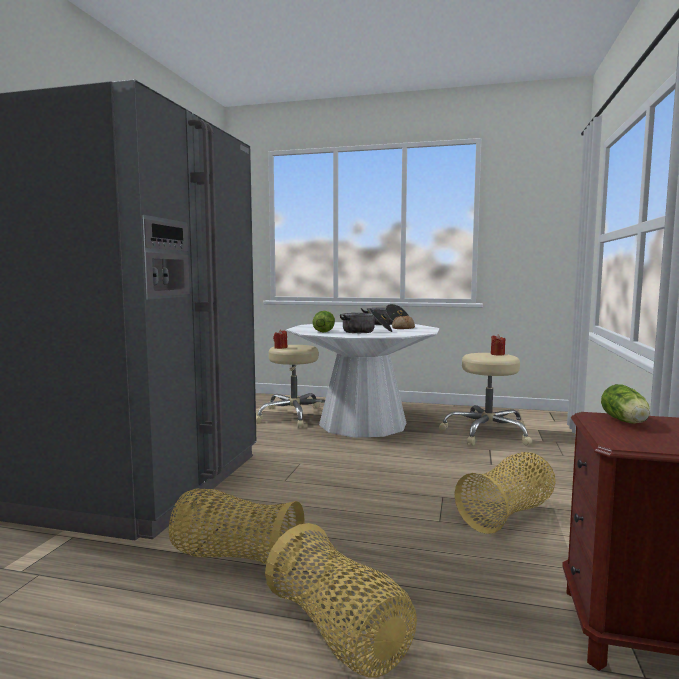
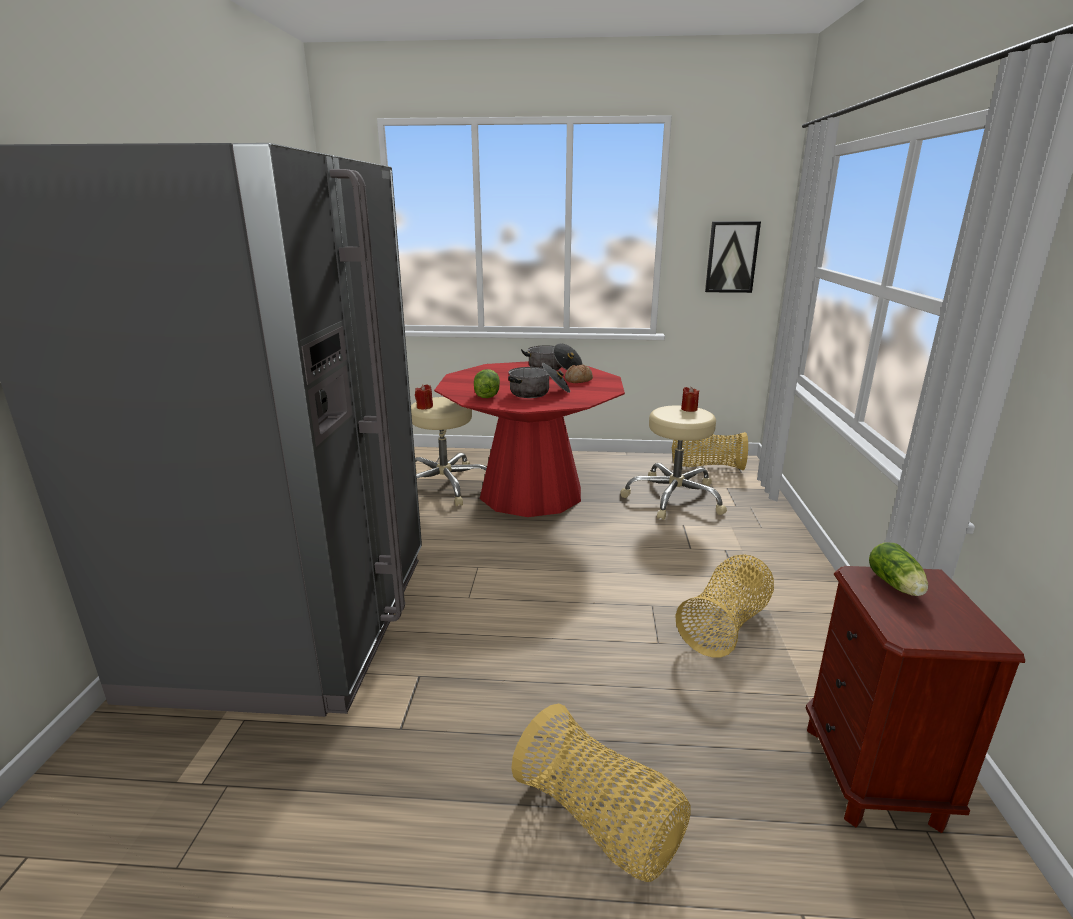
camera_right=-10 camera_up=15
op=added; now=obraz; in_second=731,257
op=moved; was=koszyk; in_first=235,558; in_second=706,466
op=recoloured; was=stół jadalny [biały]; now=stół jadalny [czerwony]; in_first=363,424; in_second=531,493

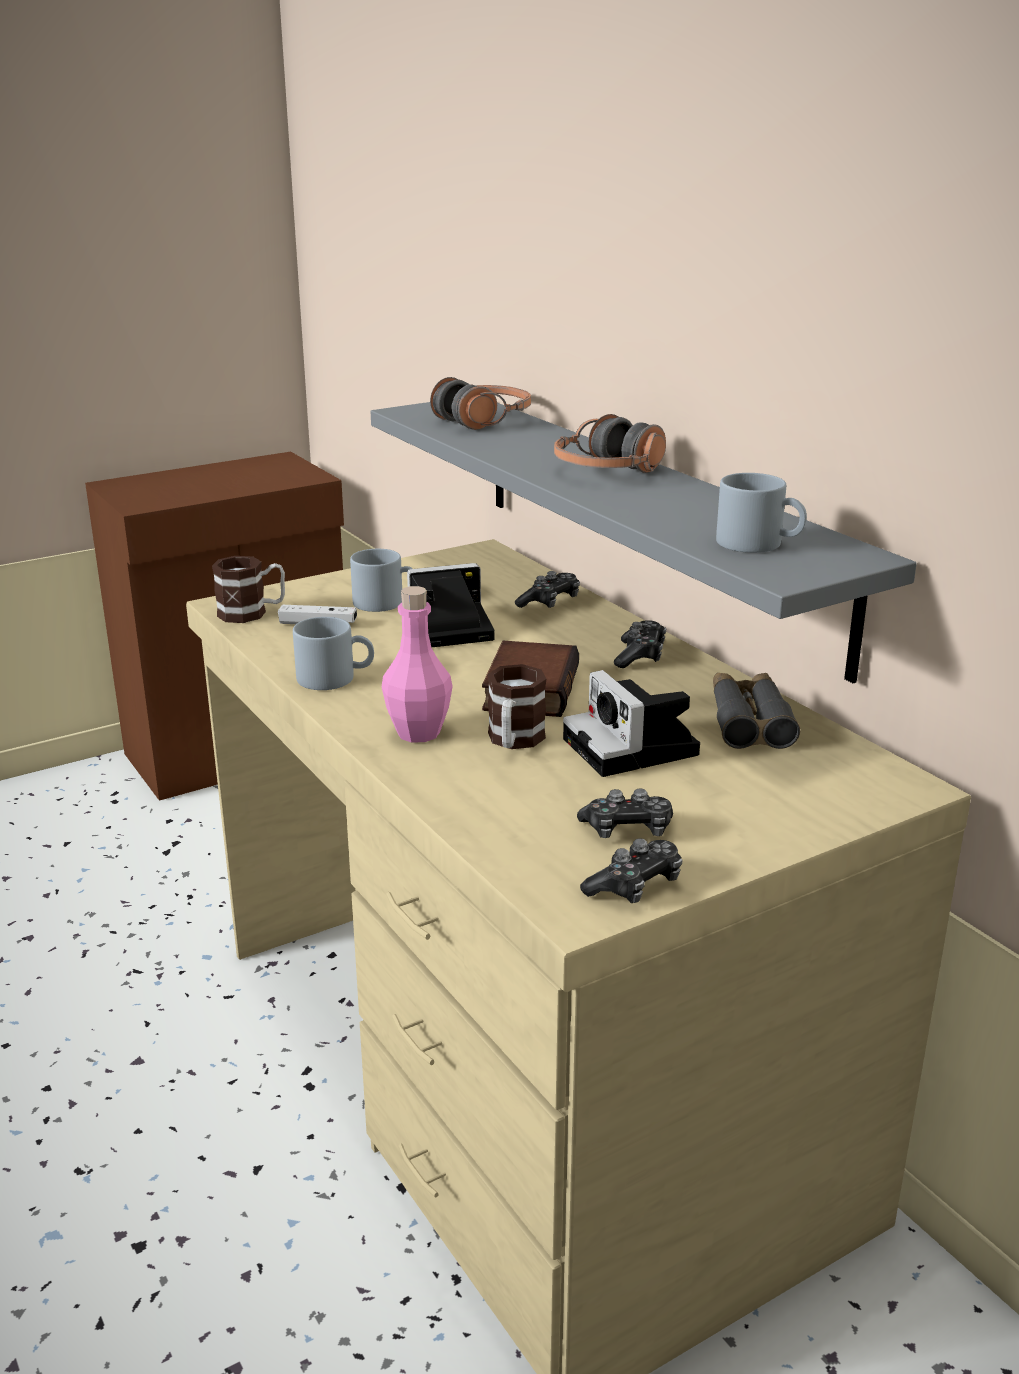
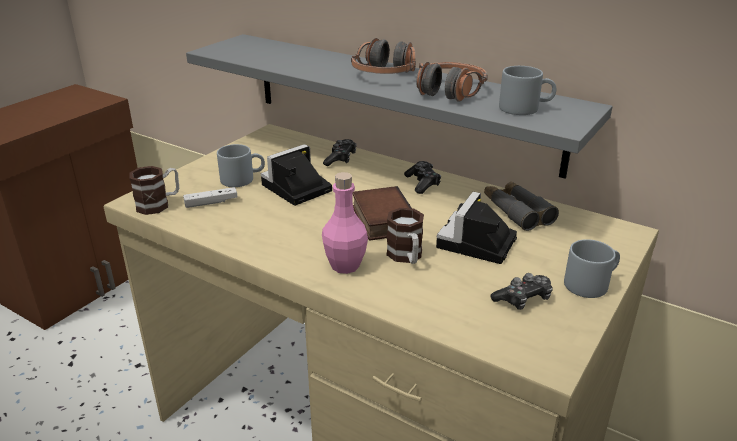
camera_right=-25 camera_up=5
op=removed; was=pad do gier; in_first=635,885
op=moved; was=kubek [szary]; in_first=335,678; in_second=591,283
op=moved; was=słuchawki; in_first=483,420; in_second=449,91
op=turned; was=aparat fotograficzny; in_first=634,749; in_second=476,244; clockwise=75

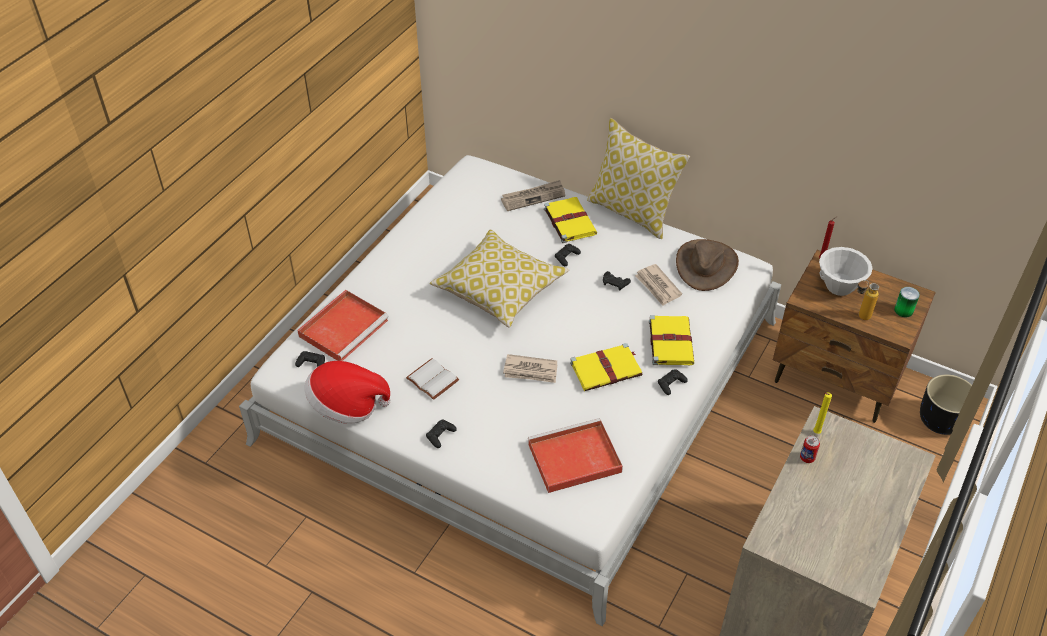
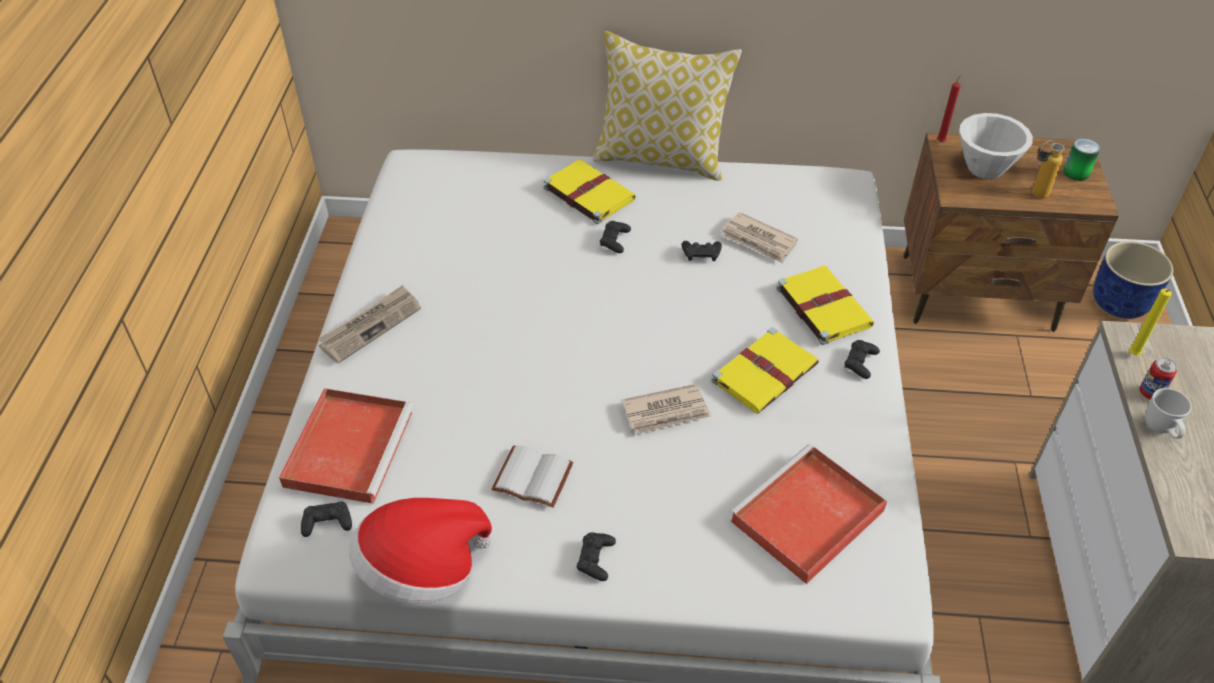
camera_right=-25 camera_up=0
op=removed; was=poduszka; in_first=500,289
op=removed; was=kapelusz [brązowy]; in_first=706,265
op=added; now=kubek [biały]; in_second=1161,431
op=moved; was=gazeta; in_first=533,197; in_second=370,326
op=recoloured; was=donica [czarny]; now=donica [niebieski]; in_first=941,421; in_second=1120,303

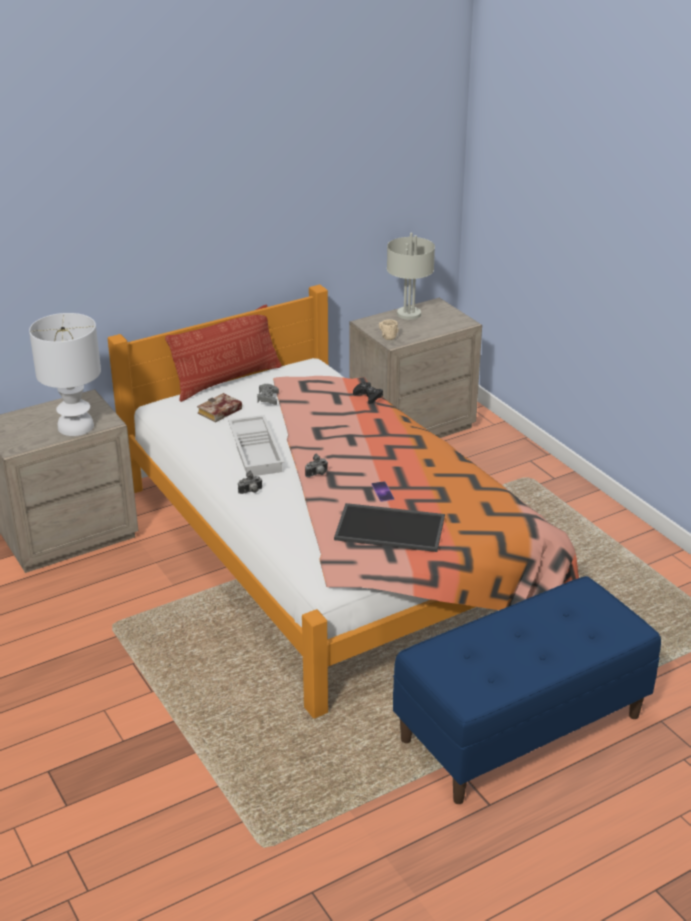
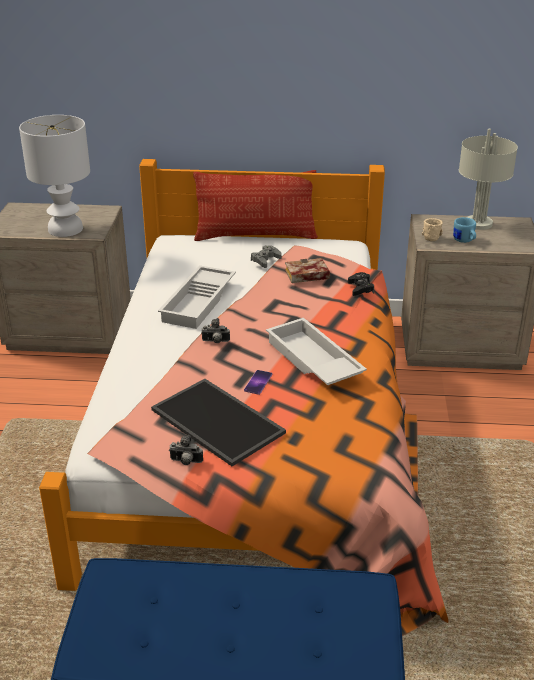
camera_right=35 camera_up=0
op=added; now=taca [biały]; in_second=312,361
op=added; now=kubek [niebieski]; in_second=464,241
op=moved; was=książka; in_first=219,412; in_second=305,276
op=moved; was=aparat fotograficzny; in_first=251,492; in_second=185,462

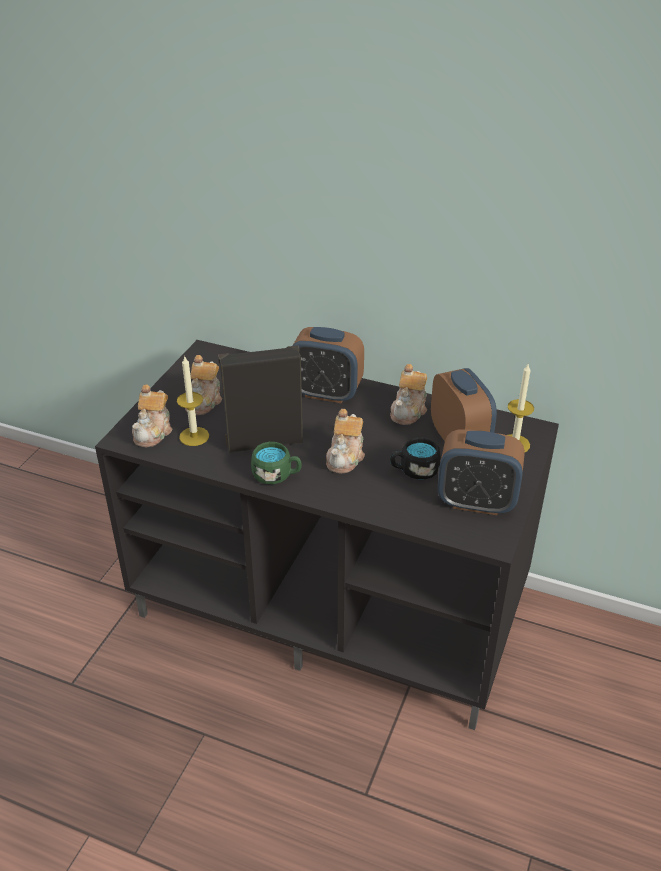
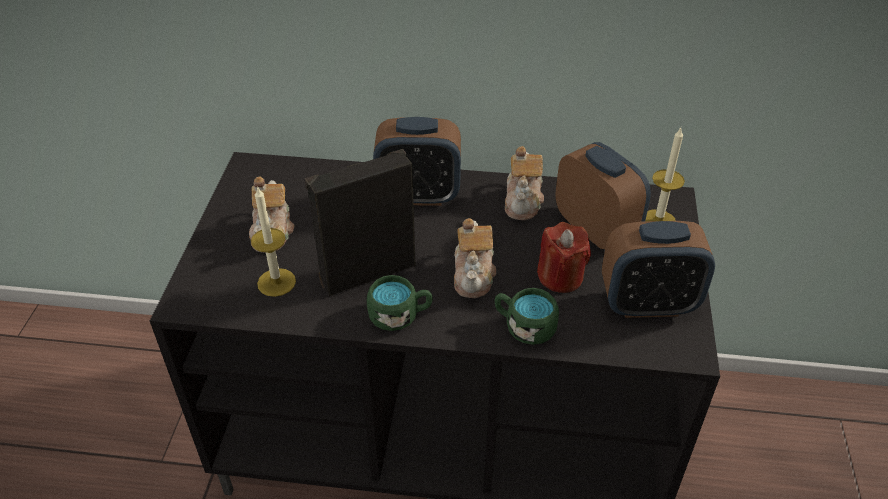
camera_right=-15 camera_up=5
op=removed; was=imbryk; in_first=154,432
op=added; now=kubek [zielony]; in_second=524,326
op=replaced; was=kubek [czarny]; now=świeca [czerwony]; in_first=414,470; in_second=560,277

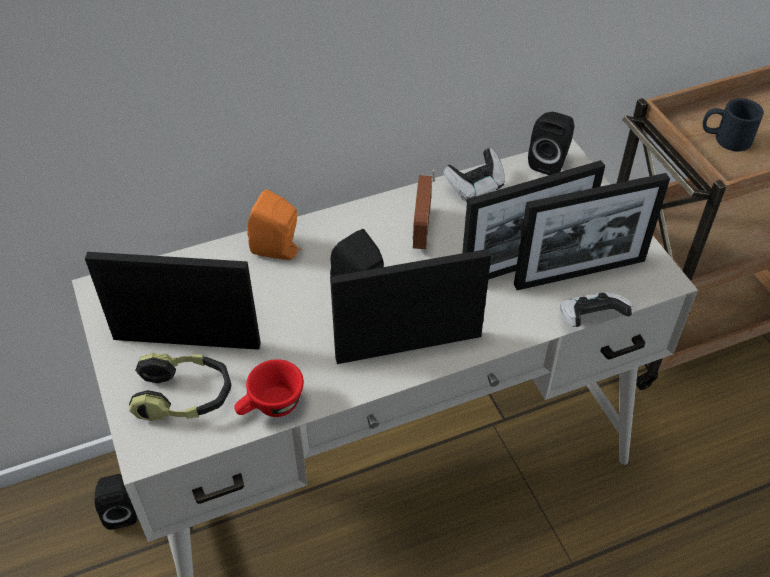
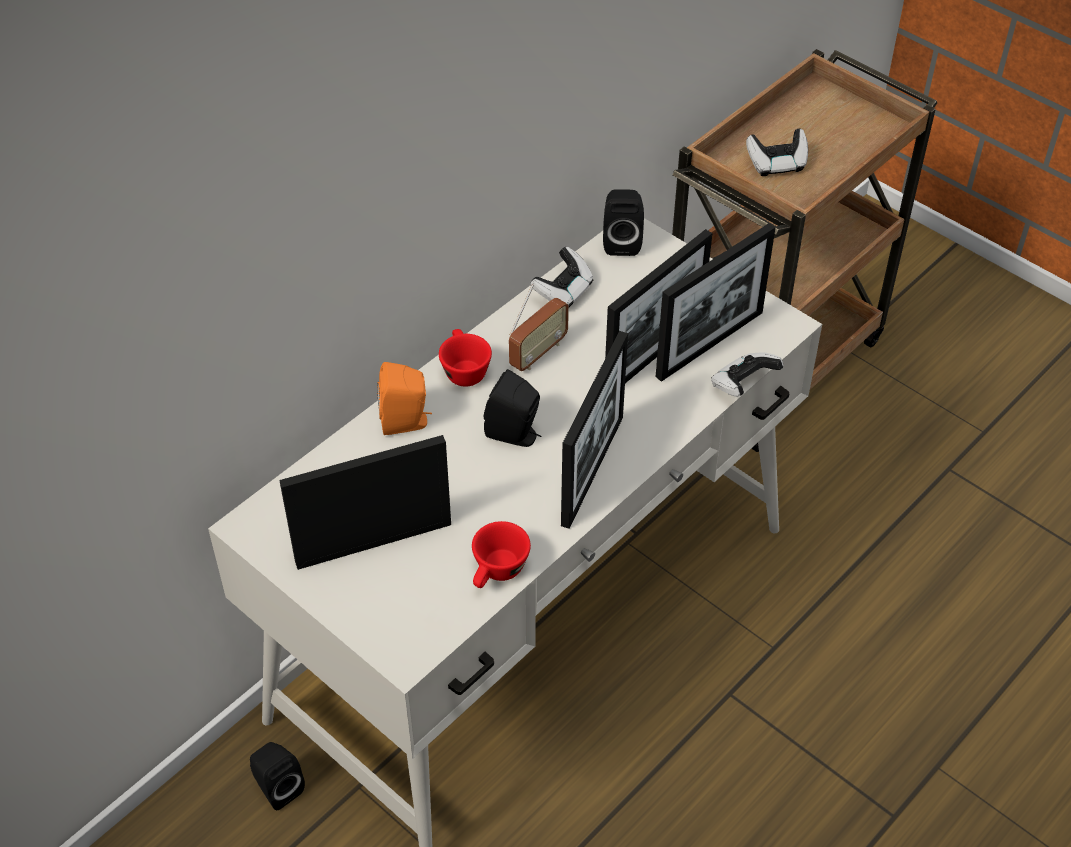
camera_right=-25 camera_up=0
op=removed; was=słuchawki; in_first=184,397
op=added; now=filiżanka [czerwony]; in_second=463,369
op=replaced; was=kubek [czarny]; now=pad do gier; in_first=725,138; in_second=776,164
op=turned; was=ramka na zdjęcie; in_first=408,347; in_second=592,470; clockwise=150
op=turned; was=radio; in_first=422,230; in_second=538,353; clockwise=-120

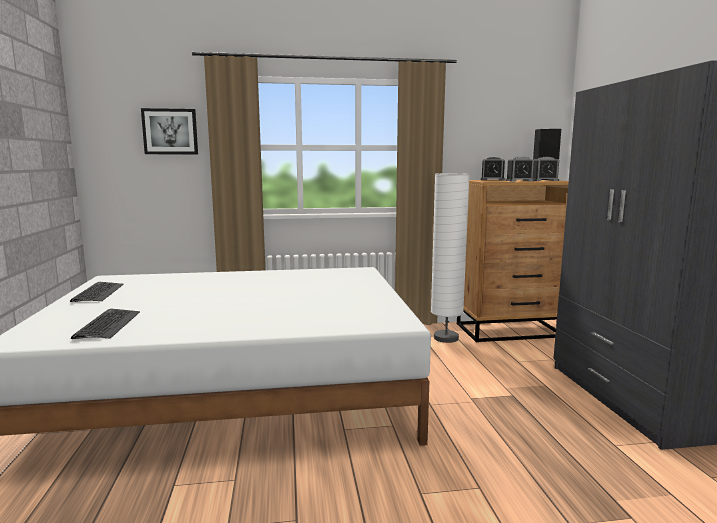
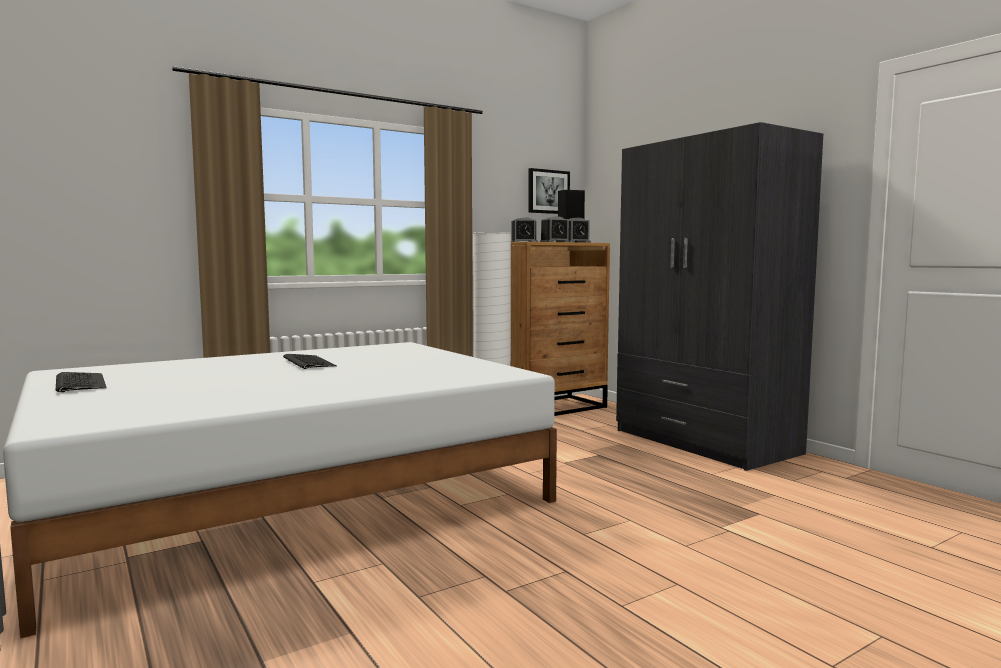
camera_right=-25 camera_up=-5
op=moved; was=klawiatura; in_first=107,325; in_second=308,362
op=moved; was=obraz; in_first=170,131; in_second=548,191

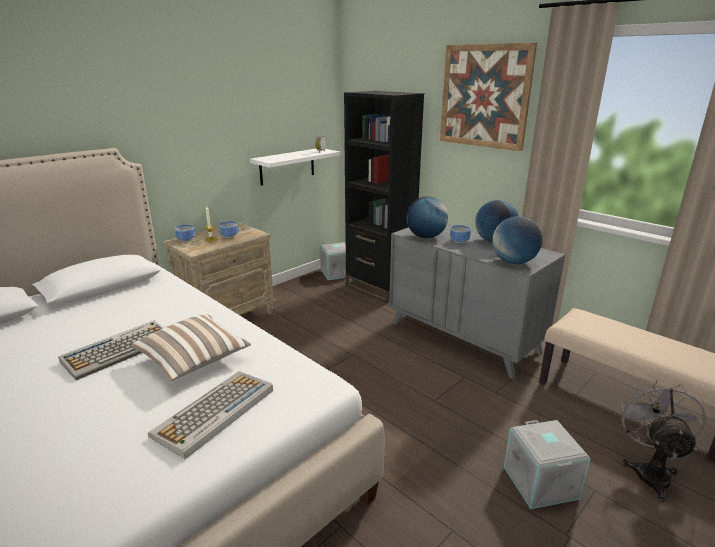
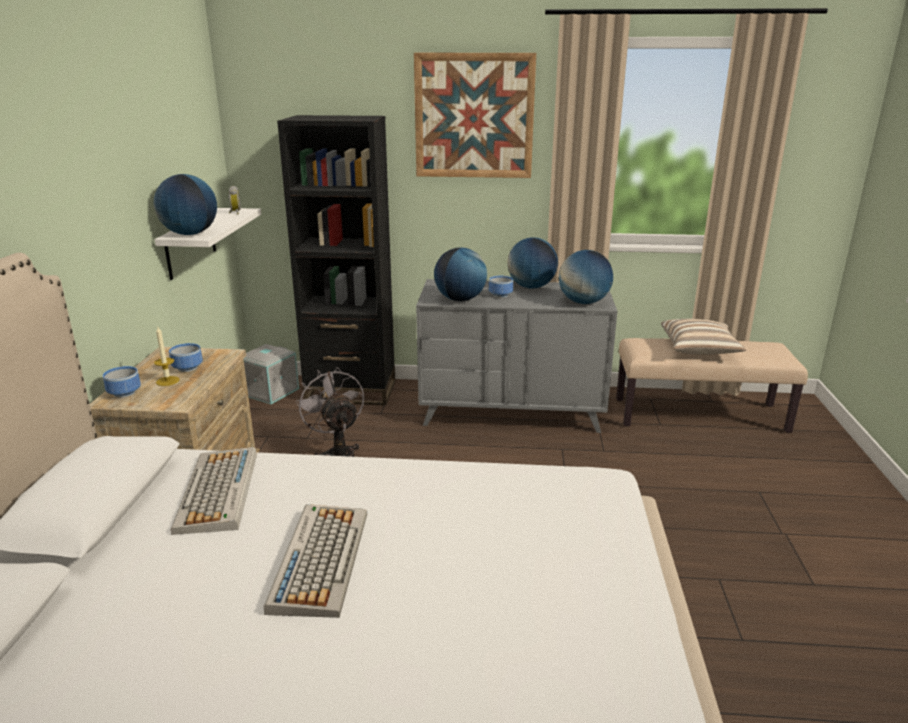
camera_right=-40 camera_up=0
op=removed; was=pojemnik do przechowywania [szary]; in_first=541,482
op=added; now=globus; in_second=190,234
op=moved; was=poduszka; in_first=194,360; in_second=699,349
op=moved; was=klawiatura; in_first=214,413; in_second=218,492
op=moved; was=wentylator [szary]; in_first=650,471; in_second=338,454

